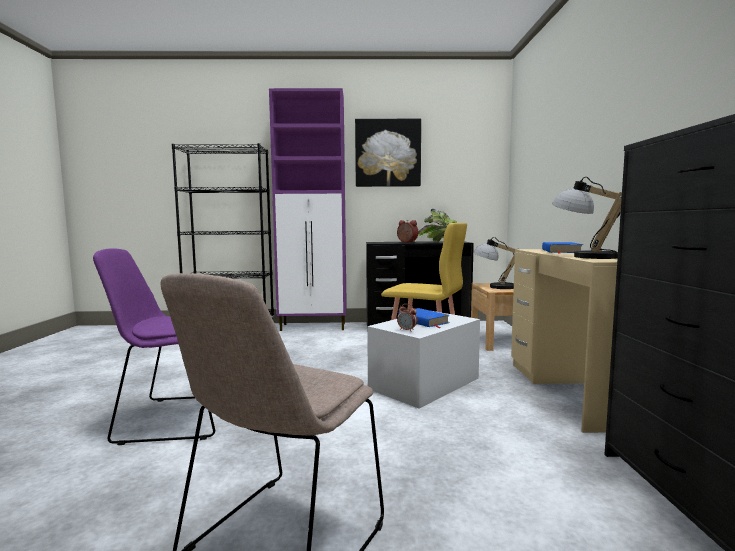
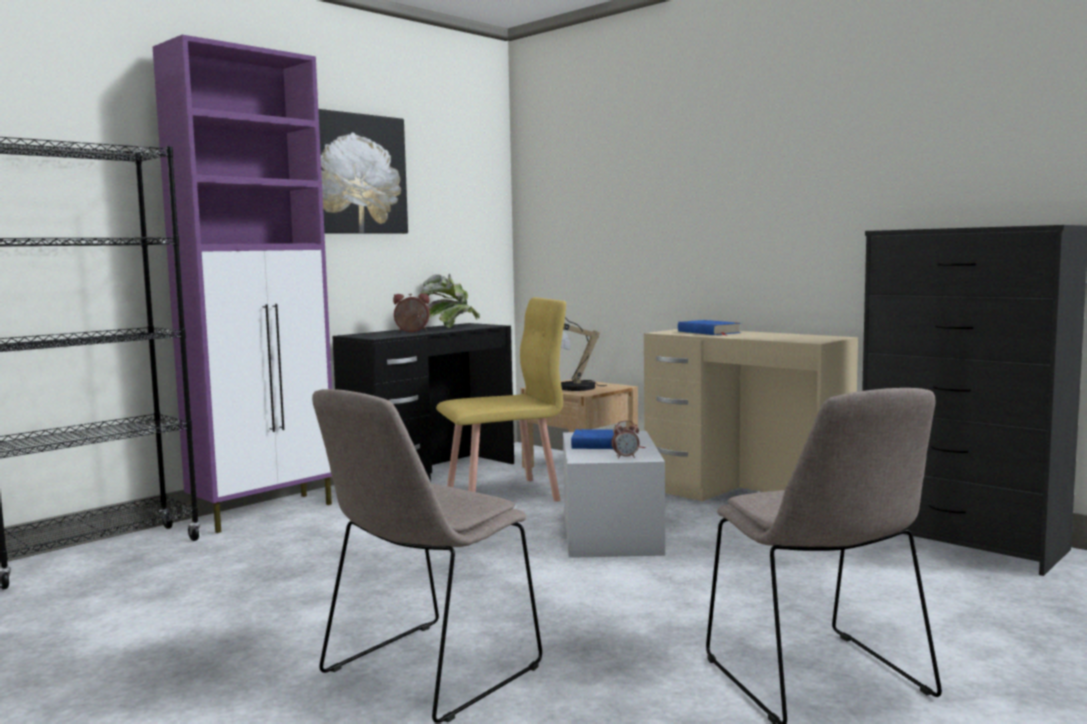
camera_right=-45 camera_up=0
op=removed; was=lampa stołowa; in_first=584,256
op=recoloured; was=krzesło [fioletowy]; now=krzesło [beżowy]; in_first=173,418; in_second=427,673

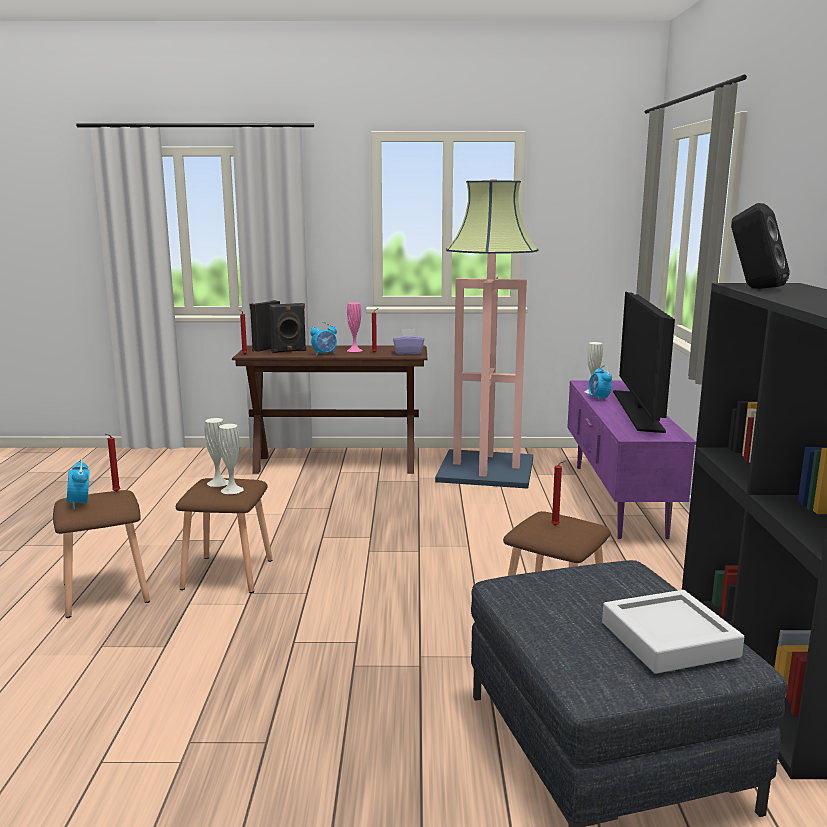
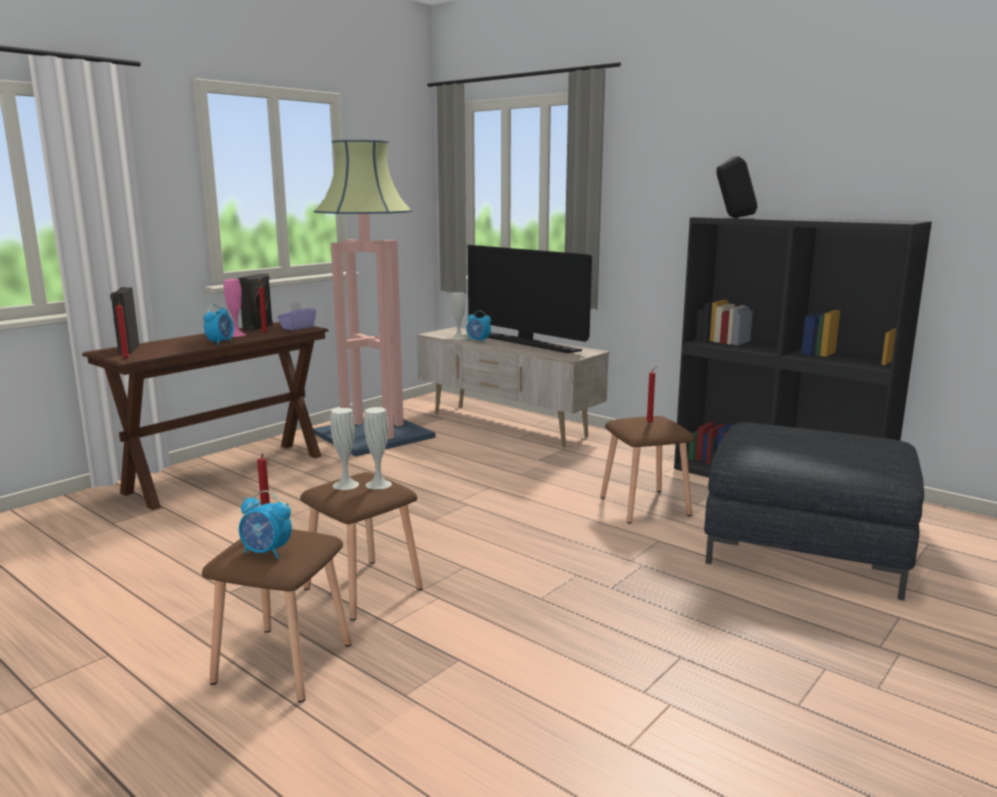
camera_right=-50 camera_up=0
op=removed; was=taca [szary]; in_first=669,639
op=moved; was=głośnik [czarny]; in_first=288,351; in_second=259,328
op=recoloured; was=szafka pod telewizor [fioletowy]; now=szafka pod telewizor [beżowy]; in_first=616,500; in_second=507,425

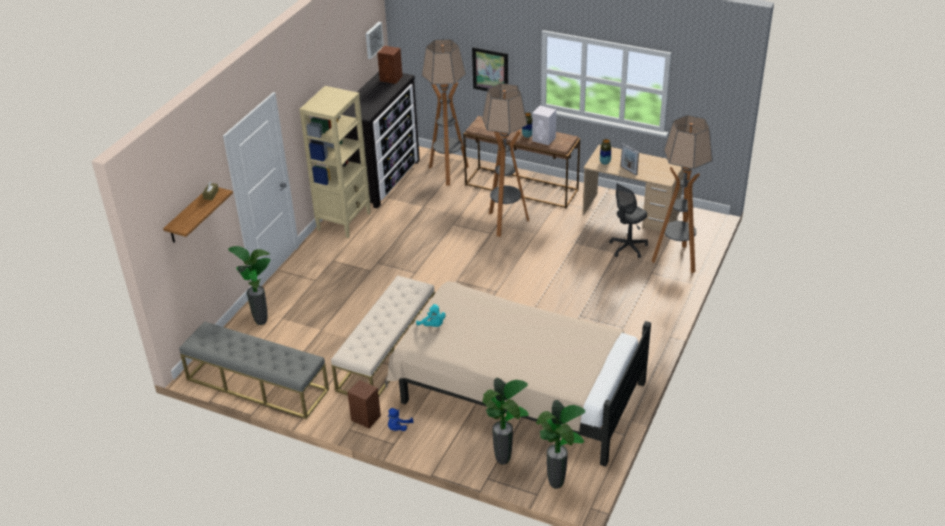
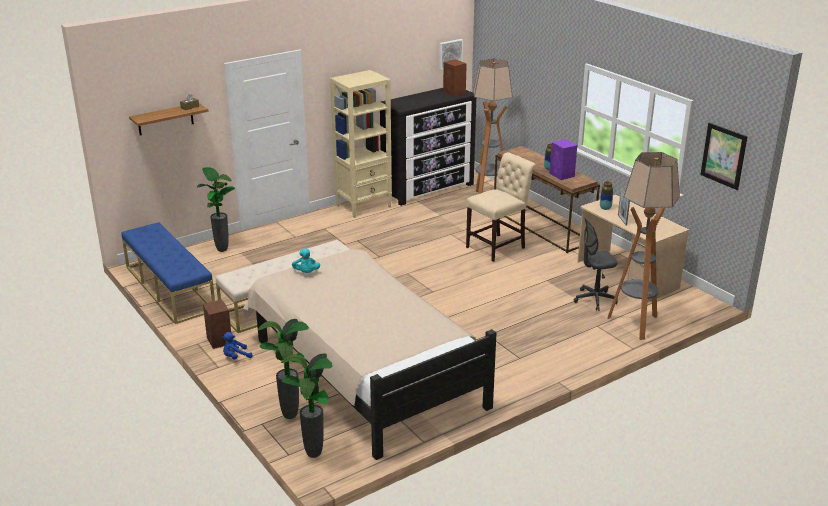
camera_right=30 camera_up=-10
op=moved; was=obraz; in_first=490,71; in_second=723,156
op=replaced; was=lampa stojąca; now=krzesło [beżowy]; in_first=505,223; in_second=498,247
op=recoloured; was=ławka [szary]; now=ławka [niebieski]; in_first=257,385; in_second=169,288
op=recoloured; was=głośnik [biały]; now=głośnik [fioletowy]; in_first=544,139; in_second=562,175

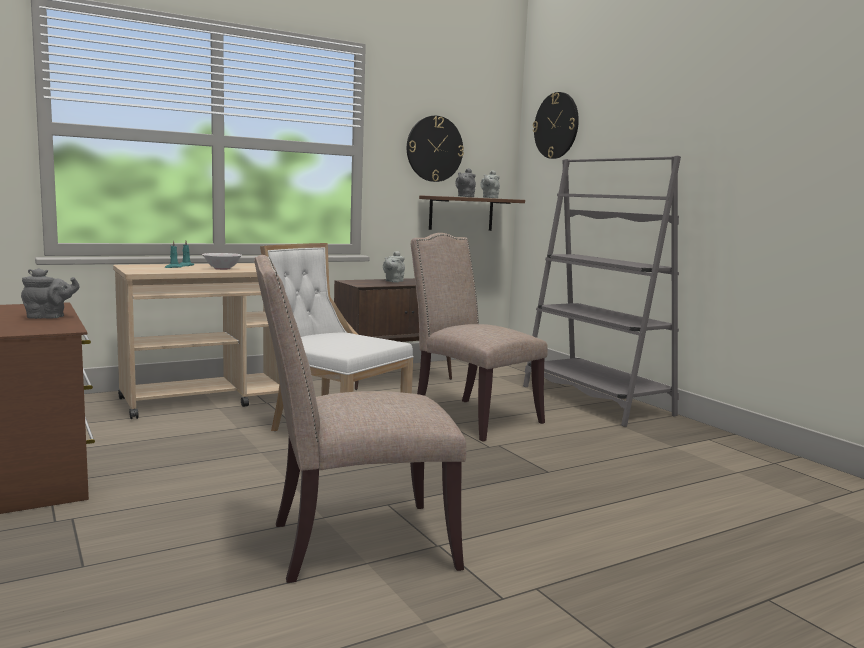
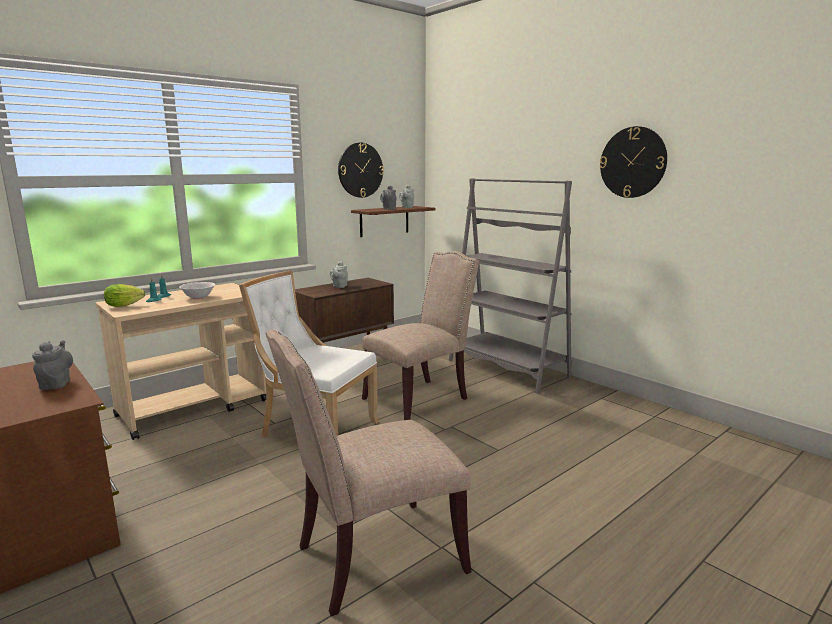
camera_right=-10 camera_up=5
op=added; now=sałata; in_second=126,305
op=moved; was=zegar ścienny; in_first=556,125; in_second=633,162
op=turned; was=imbryk [szary]; in_first=49,317; in_second=56,383; clockwise=-75
op=turned; was=krzesło [beżowy]; in_first=471,417; in_second=420,398; clockwise=105

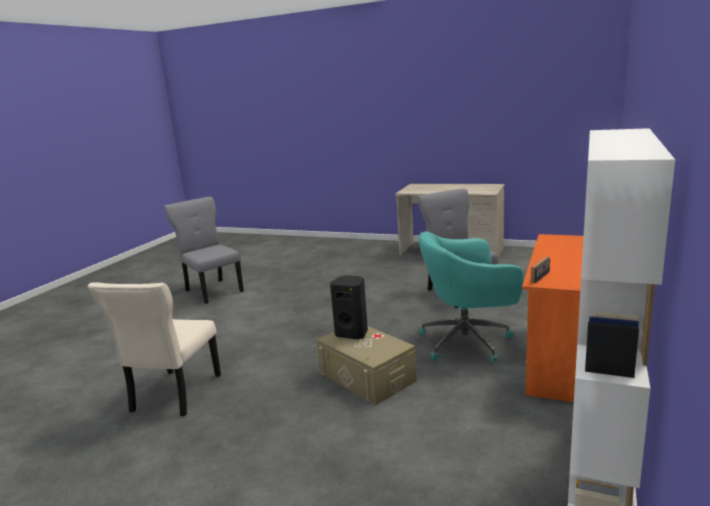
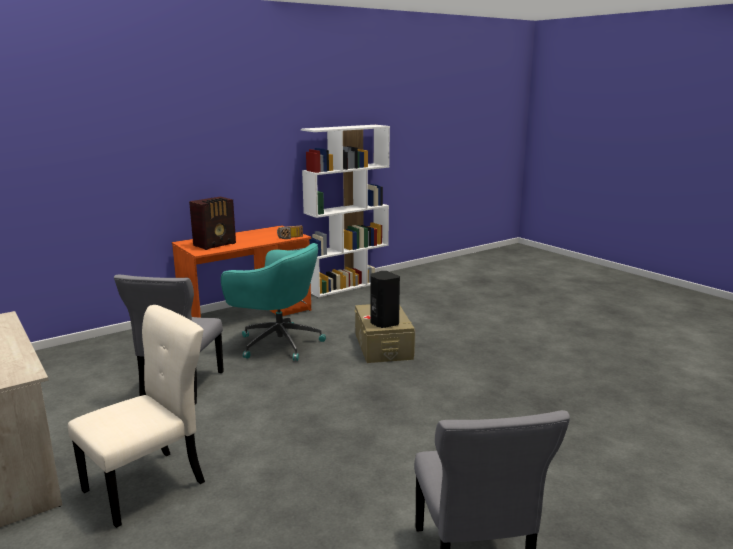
camera_right=-150 camera_up=0
op=added; now=radio; in_second=216,244
op=moved; was=krzesło [beżowy]; in_first=174,395; in_second=149,484

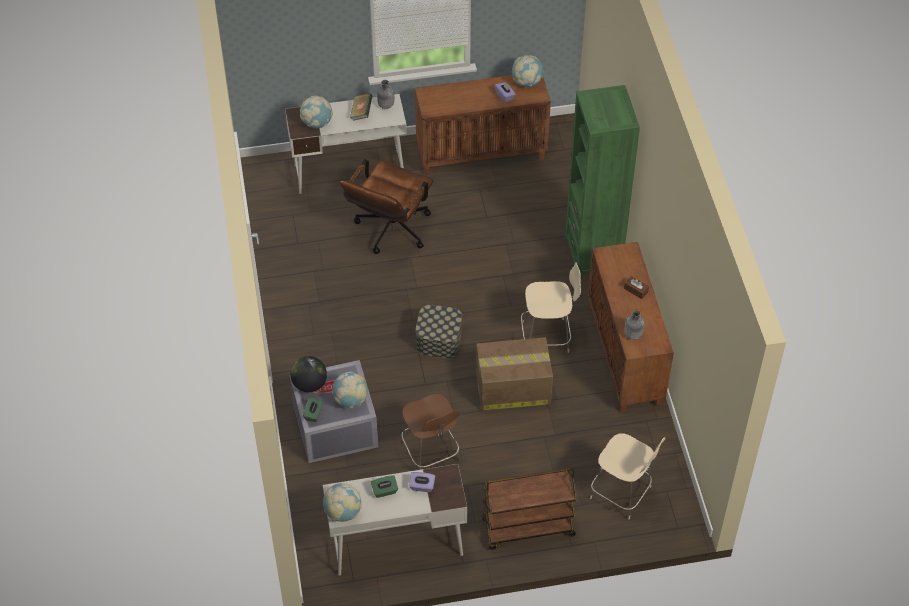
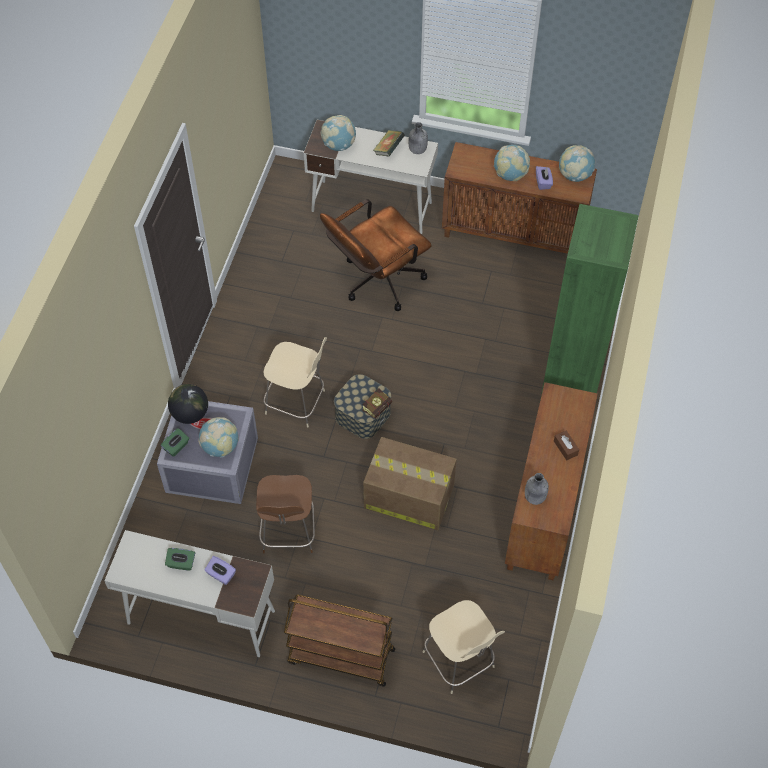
camera_right=25 camera_up=5
op=added; now=książka; in_second=379,406
op=moved; was=globus; in_first=342,512; in_second=510,175
op=moved; was=krzesło [beżowy]; in_first=547,337; in_second=297,403

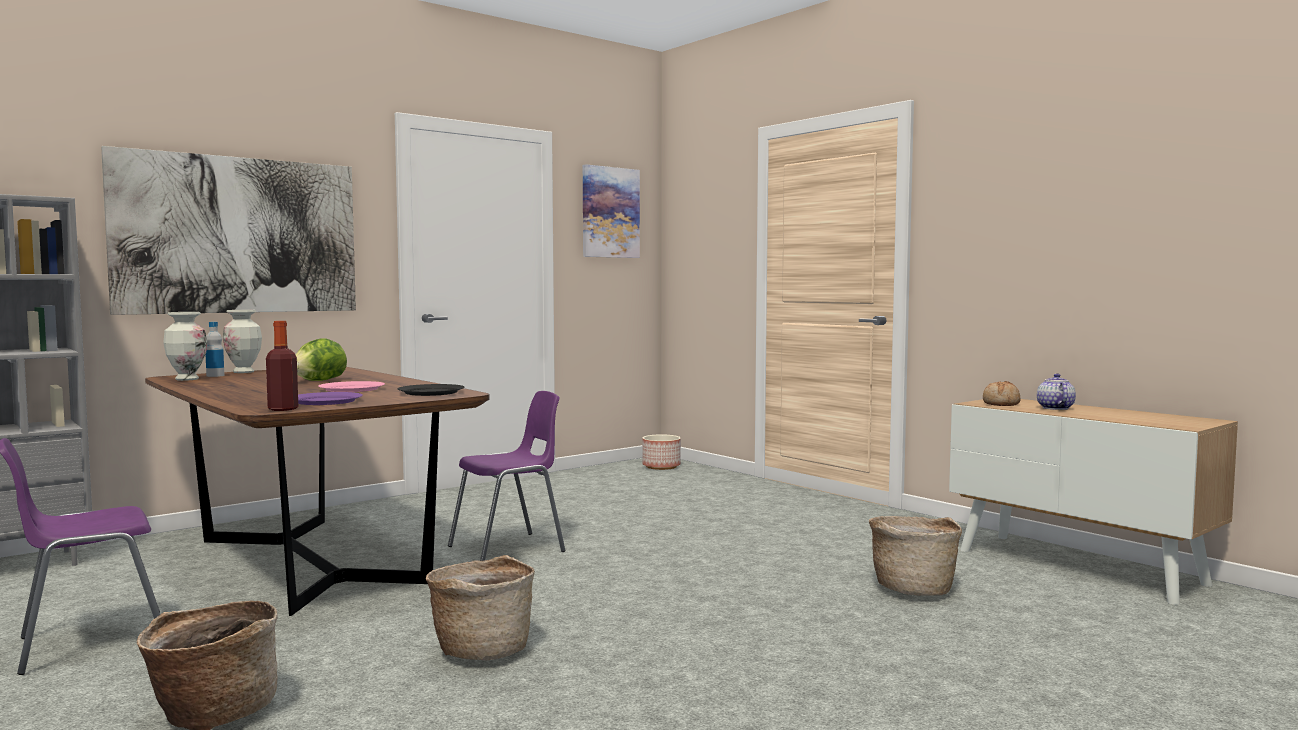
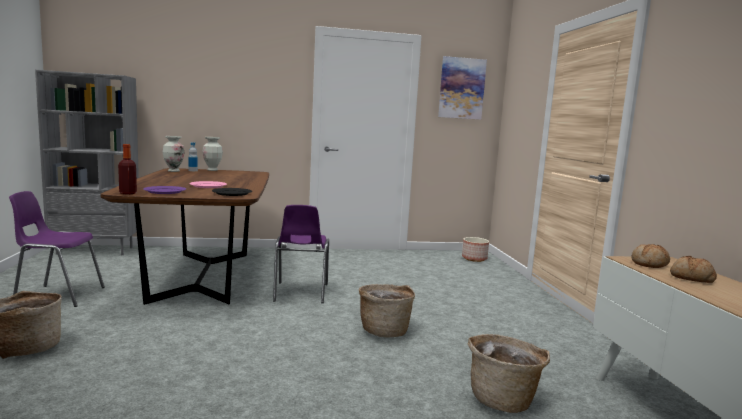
camera_right=30 camera_up=5
op=removed; was=obraz; in_first=238,235
op=removed; was=sałata; in_first=319,380
op=moved; was=koszyk; in_first=482,649; in_second=384,330
op=replaced; was=imbryk; now=chleb; in_first=1054,408; in_second=691,278
op=turned; was=krzesło [fioletowy]; in_first=510,549; in_second=300,293; clockwise=90

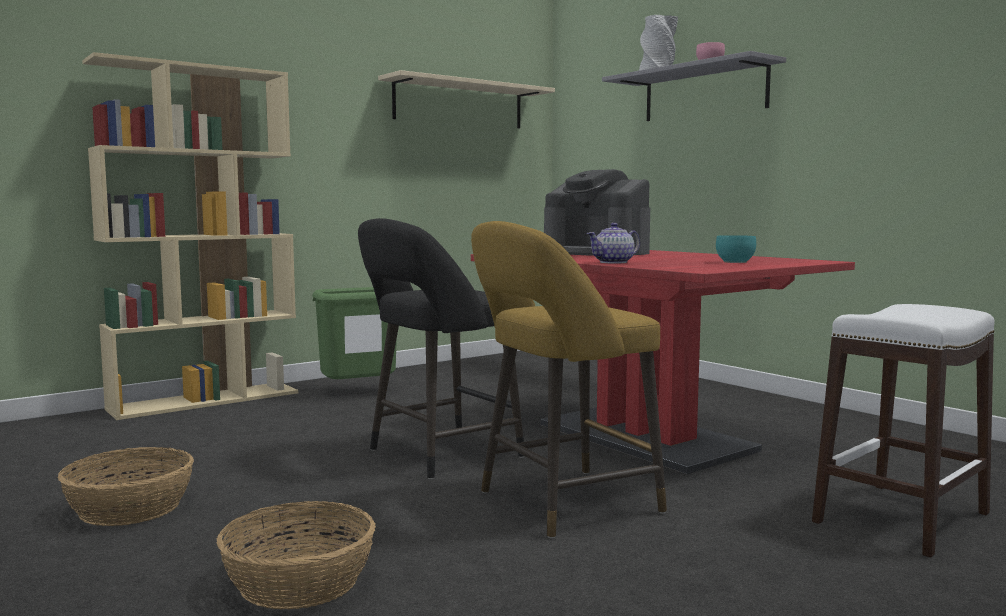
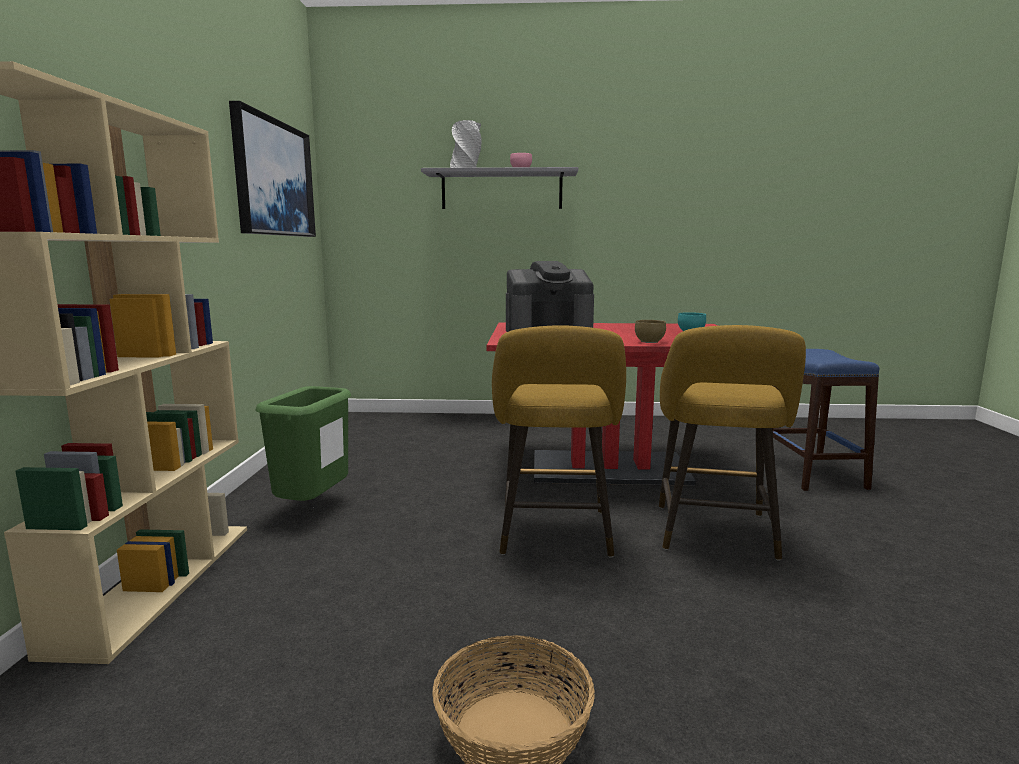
camera_right=-50 camera_up=5
op=removed; was=koszyk; in_first=298,582
op=replaced; was=półka [beżowy]; now=obraz; in_first=459,104; in_second=273,178
op=replaced; was=imbryk; now=miska [brązowy]; in_first=614,262; in_second=650,342
op=recoloured; was=stołek [czarny]; now=stołek [żółty]; in_first=438,455; in_second=555,536
op=recoloured; was=stołek [biały]; now=stołek [niebieski]; in_first=903,518; in_second=812,473

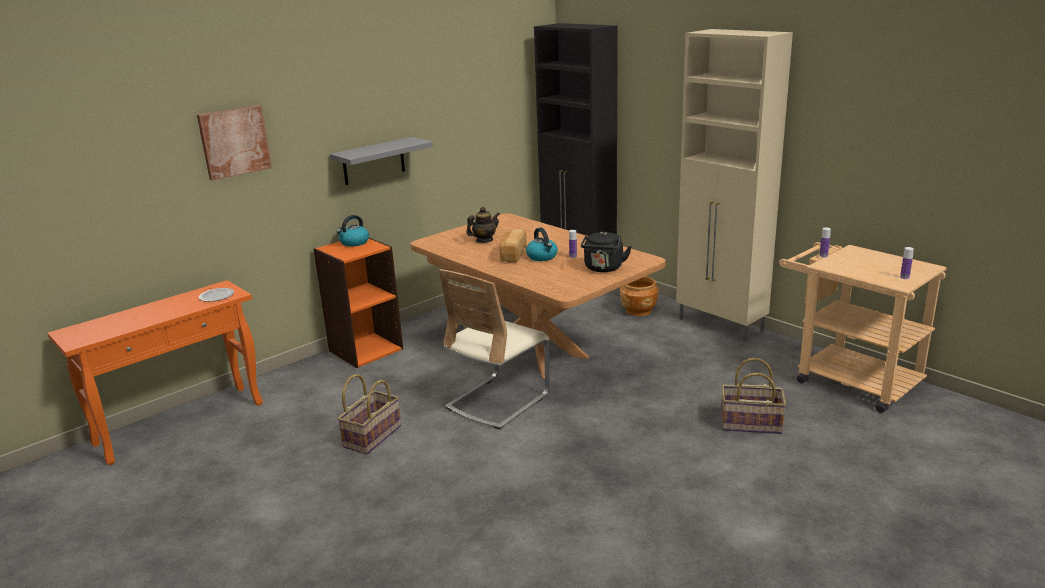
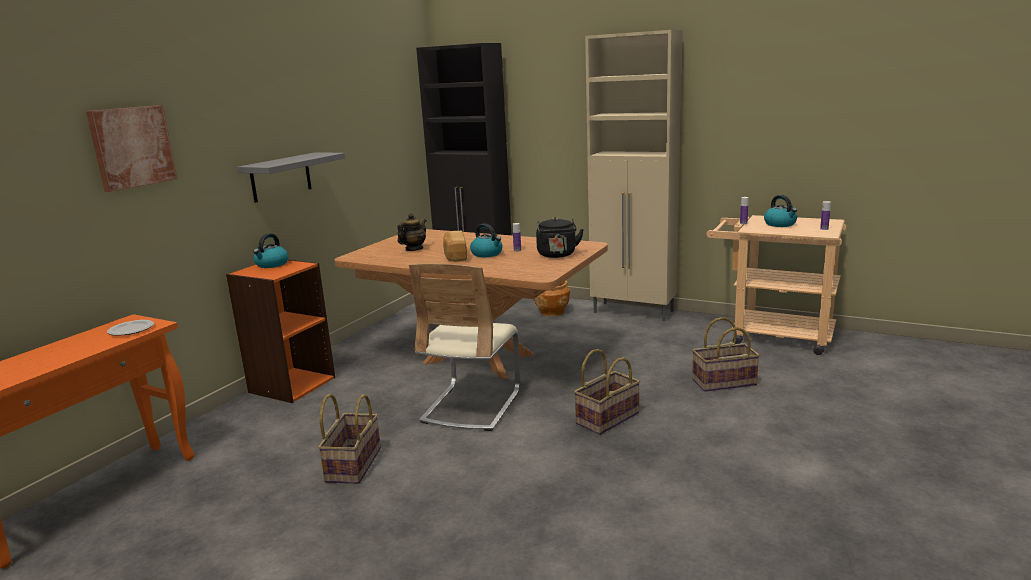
camera_right=-20 camera_up=-5
op=added; now=koszyk; in_second=607,418
op=added; now=czajnik; in_second=780,224

